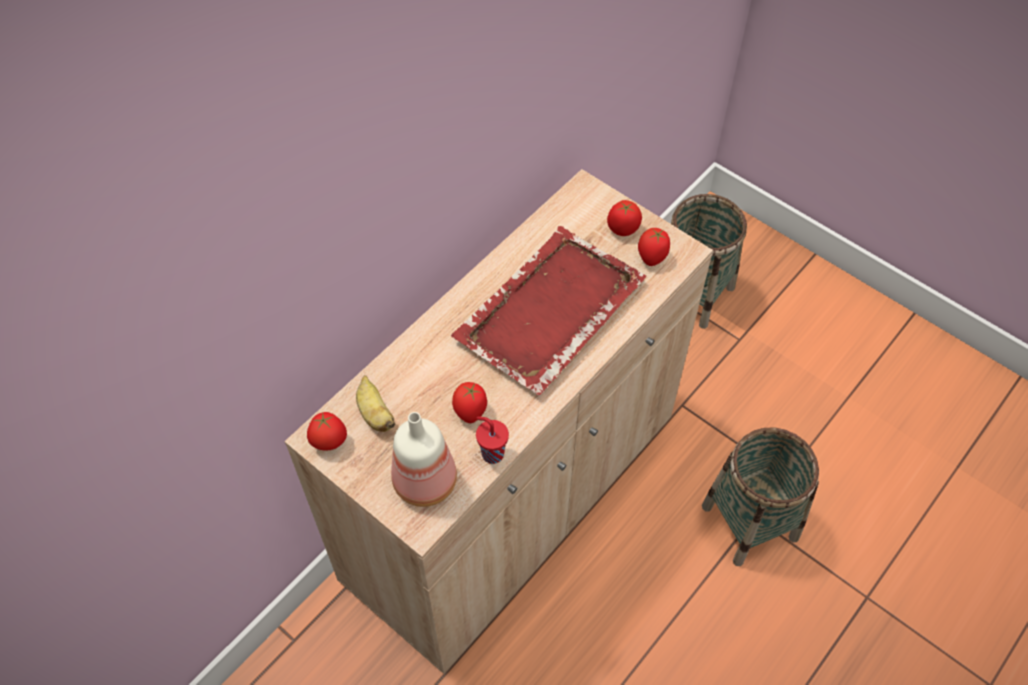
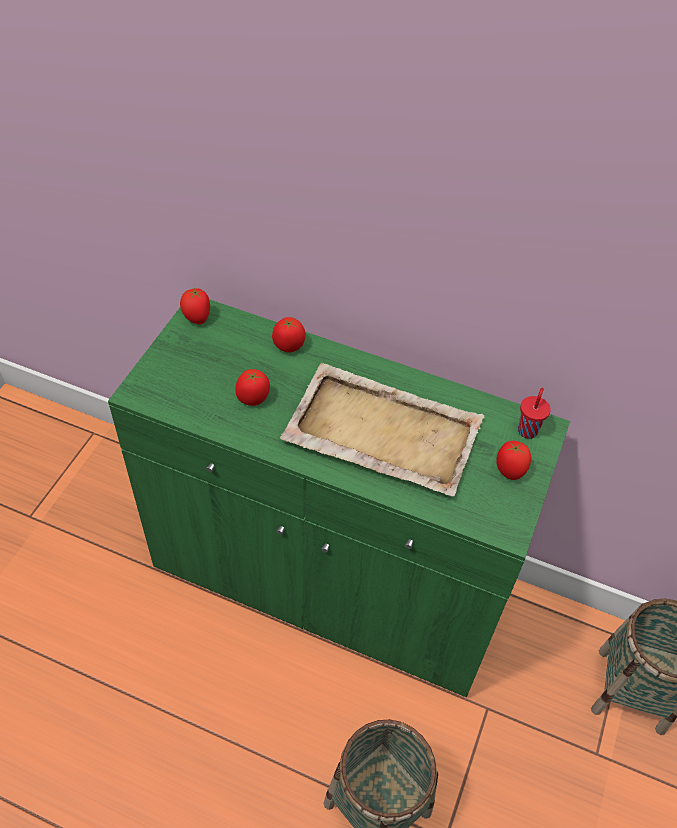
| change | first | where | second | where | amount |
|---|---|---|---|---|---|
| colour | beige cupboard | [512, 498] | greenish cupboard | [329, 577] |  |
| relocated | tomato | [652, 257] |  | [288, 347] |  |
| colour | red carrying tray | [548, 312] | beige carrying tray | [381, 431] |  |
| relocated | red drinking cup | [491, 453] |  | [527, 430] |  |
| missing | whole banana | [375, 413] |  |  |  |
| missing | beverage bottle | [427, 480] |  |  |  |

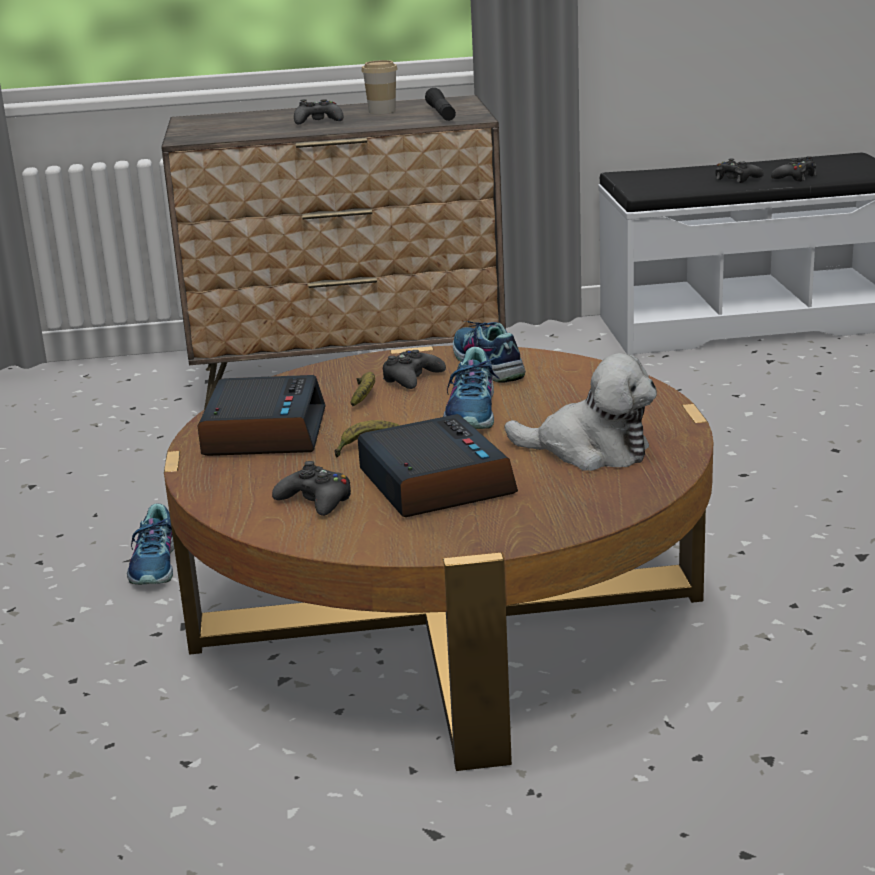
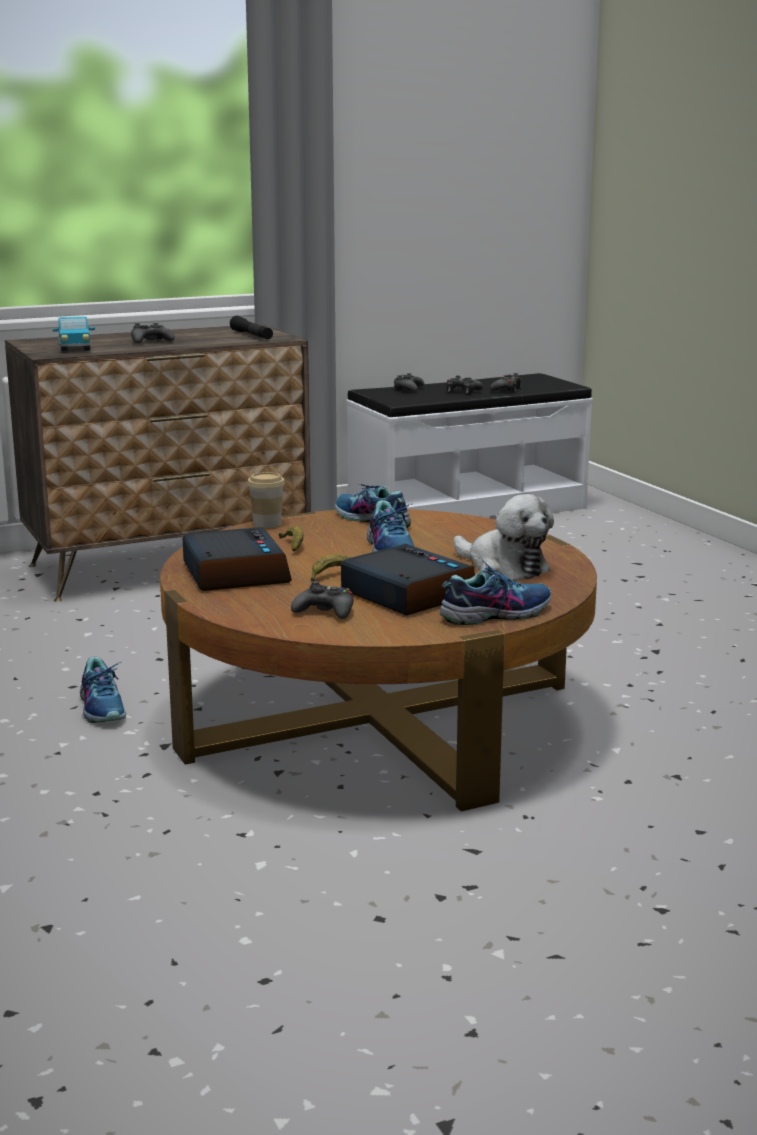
| change | first | where | second | where | amount |
|---|---|---|---|---|---|
| appeared |  |  | toy truck | [74, 348] |  |
| relocated | drinking cup | [382, 111] |  | [267, 524] |  |
| relocated | blackish joypad | [412, 378] |  | [408, 389] |  |
| appeared |  |  | low shoe | [495, 613] |  |
| spun | plush toy | [590, 451] |  | [504, 567] | 45 degrees clockwise |

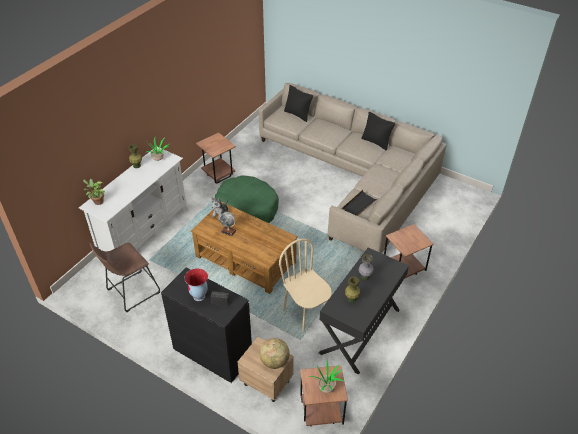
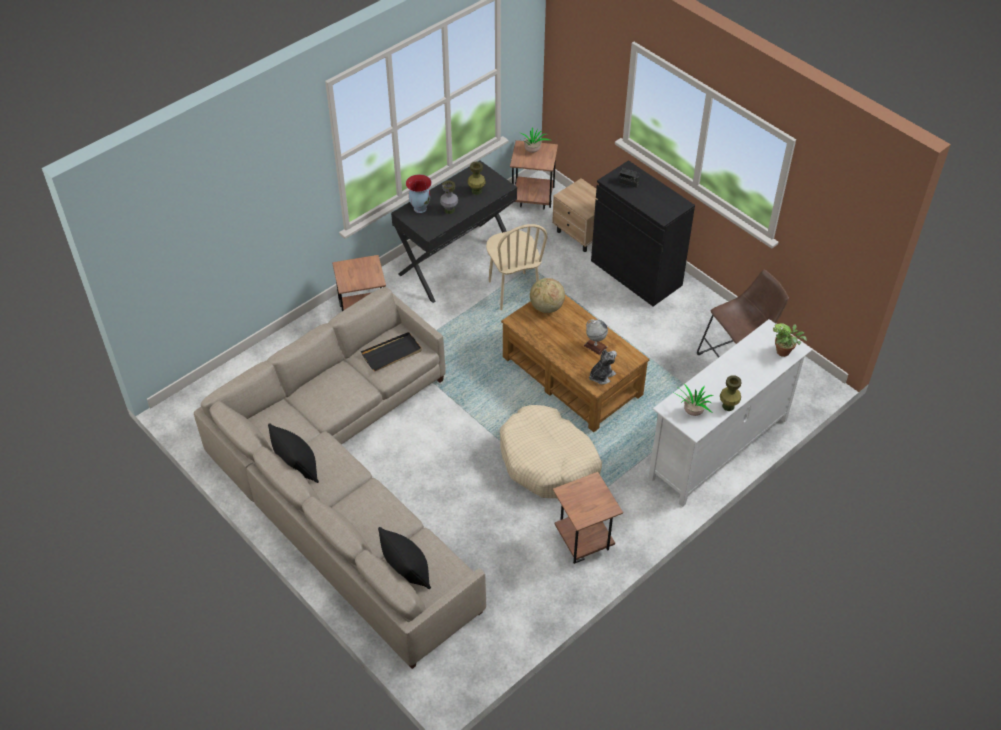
| change | first | where | second | where | amount |
|---|---|---|---|---|---|
| relocated | flower vase | [199, 296] |  | [420, 208] |  |
| colour | greenish pet bed | [247, 208] | beige pet bed | [548, 461] |  |
| relocated | desk globe | [274, 361] |  | [546, 307] |  |

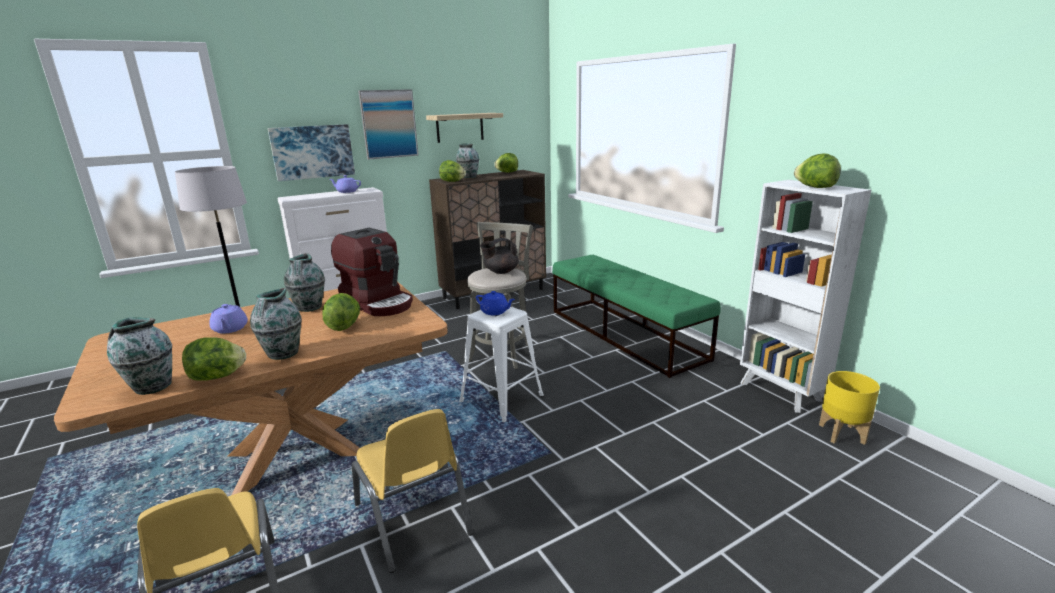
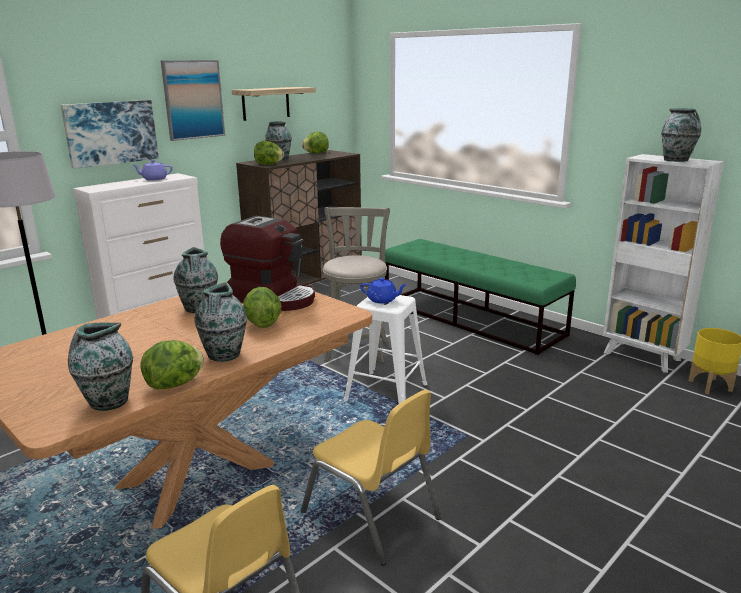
| change | first | where | second | where | amount |
|---|---|---|---|---|---|
| exchanged | lettuce | [815, 187] | flower vase | [676, 160] |  |
| missing | purplish teapot | [230, 329] |  |  |  |
| missing | blackish teapot | [500, 272] |  |  |  |

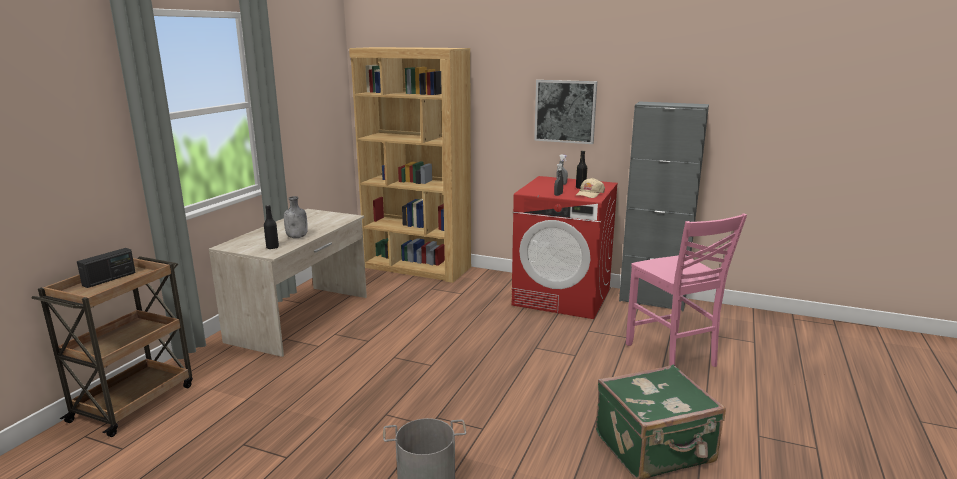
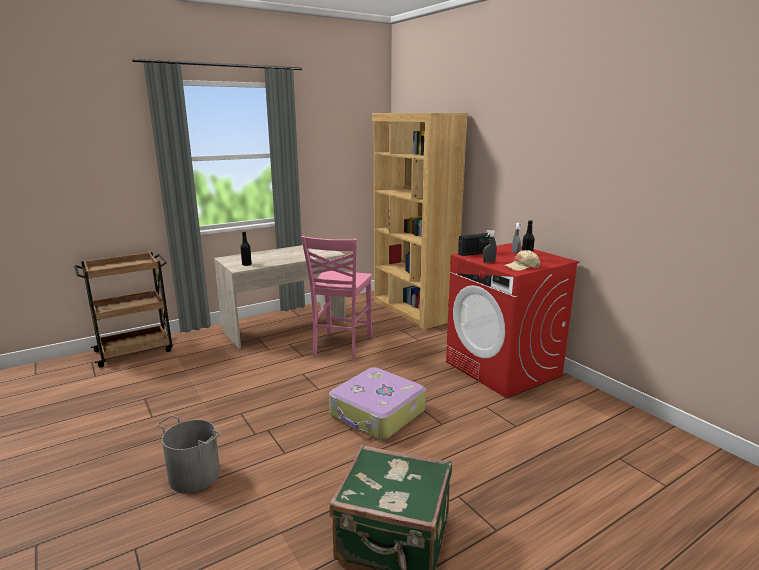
| change | first | where | second | where | amount |
|---|---|---|---|---|---|
| relocated | pink plain chair | [672, 355] |  | [341, 347] |  |
| appeared |  |  | travel case | [377, 414] |  |
| relocated | radio receiver | [109, 279] |  | [475, 253] |  |
| missing | grey beverage bottle | [297, 237] |  |  |  |
| missing | wall picture | [565, 111] |  |  |  |
| missing | grey cupboard | [652, 301] |  |  |  |

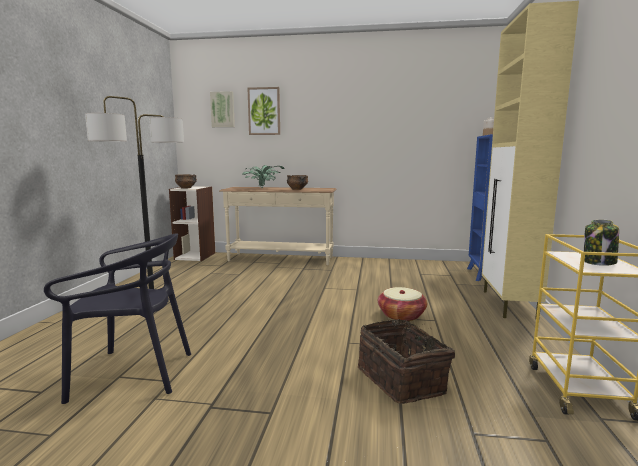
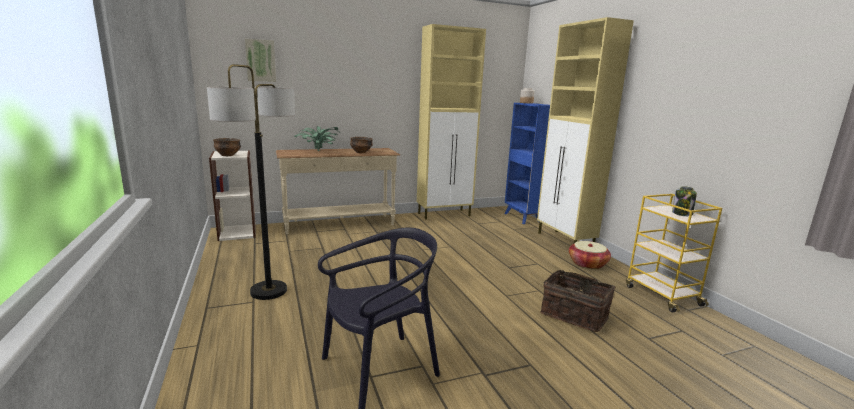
| change | first | where | second | where | amount |
|---|---|---|---|---|---|
| appeared |  |  | beige cupboard | [445, 214] |  |
| relocated | basket | [401, 315] |  | [587, 264] |  |
| missing | wall picture | [264, 111] |  |  |  |

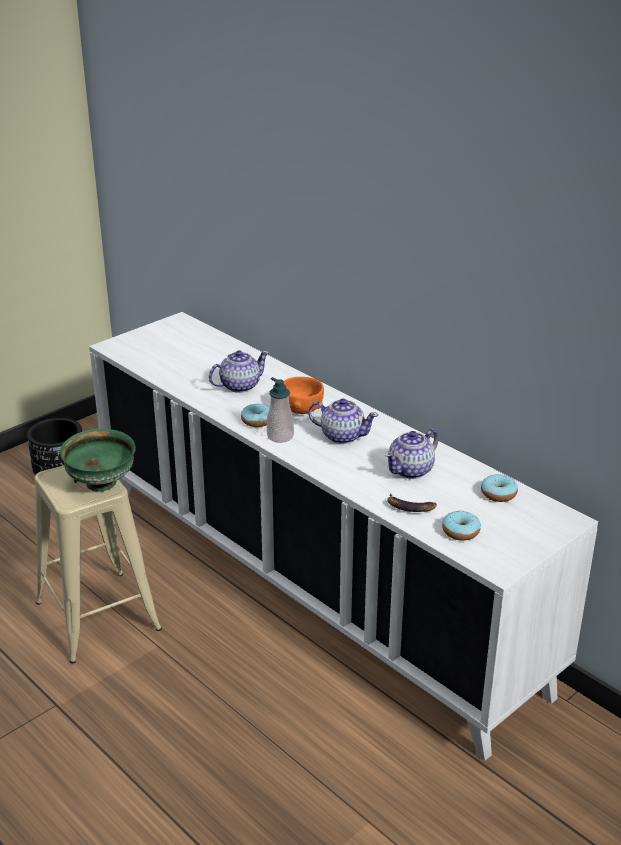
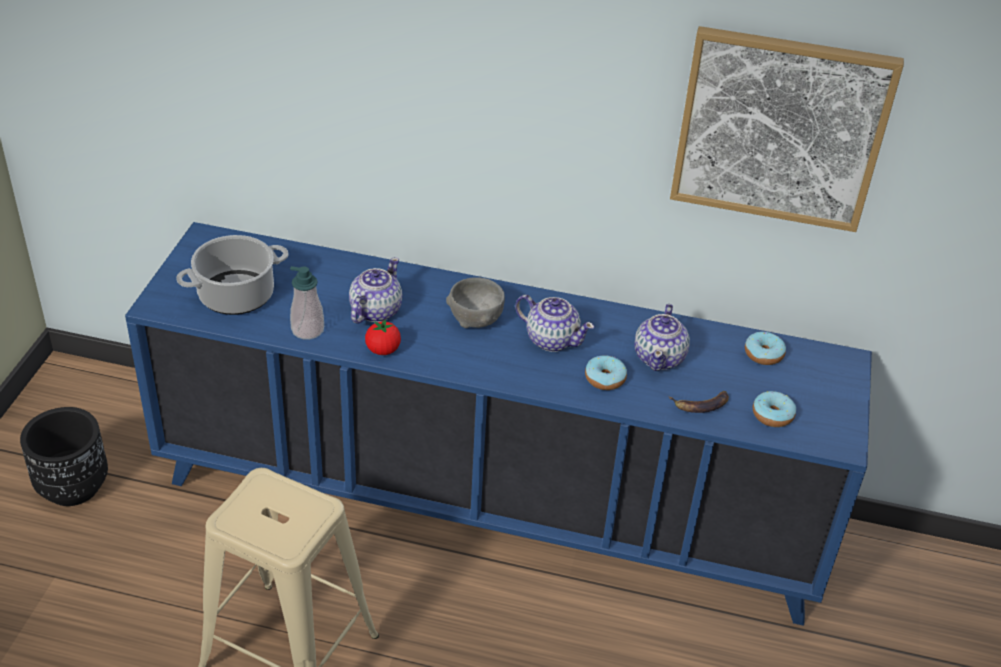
| change | first | where | second | where | amount |
|---|---|---|---|---|---|
| colour | whitish cupboard | [310, 584] | blue cupboard | [489, 504] |  |
| appeared |  |  | saucepot | [237, 295] |  |
| relocated | soap dispenser | [280, 436] |  | [307, 330] |  |
| appeared |  |  | tomato | [383, 350] |  |
| colour | orangey serving bowl | [301, 409] | grey serving bowl | [475, 319] |  |
| spun | teapot | [342, 436] |  | [551, 339] | 45 degrees clockwise |
| relocated | ring doughnut | [257, 421] |  | [605, 379] |  |
| appeared |  |  | wall picture | [780, 129] |  |
| missing | greenish serving bowl | [102, 484] |  |  |  |

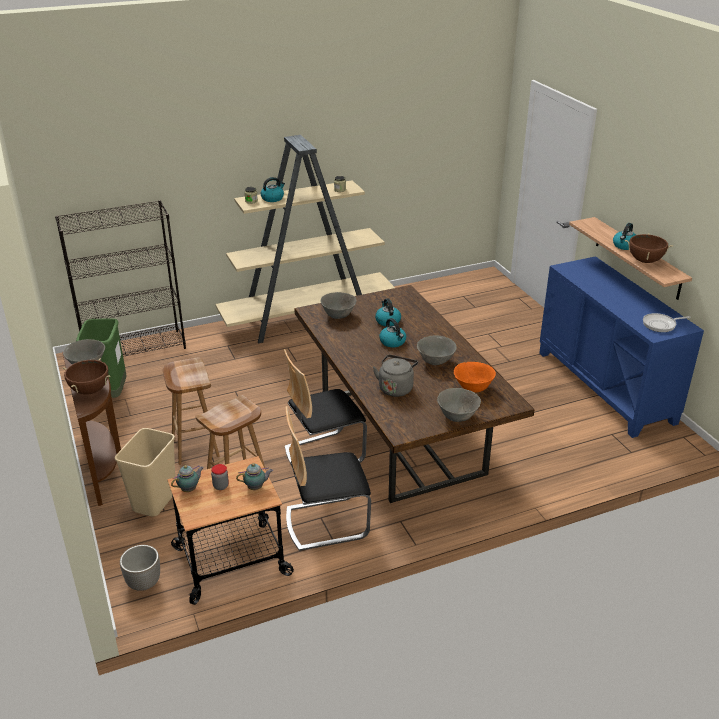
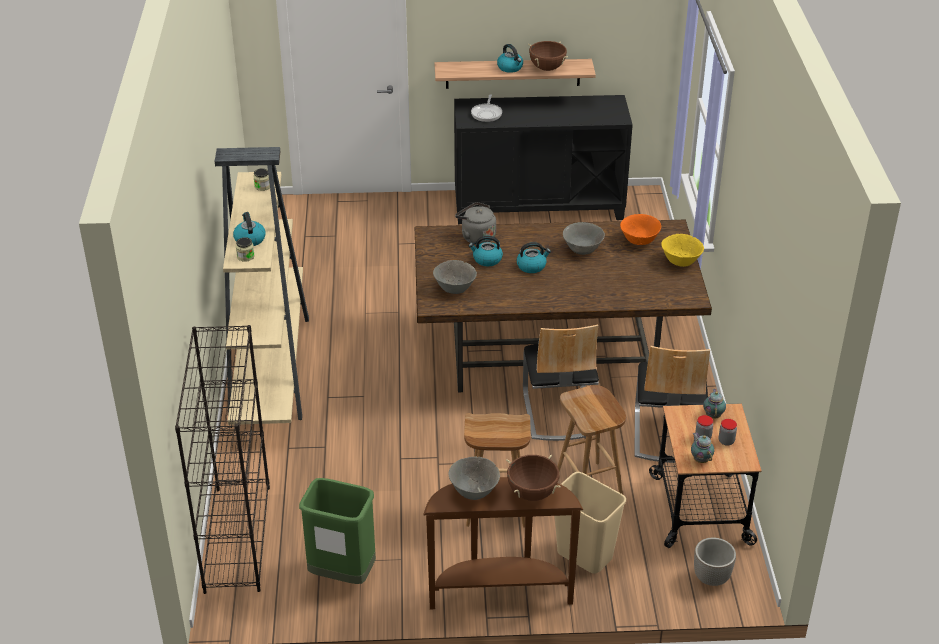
| change | first | where | second | where | amount |
|---|---|---|---|---|---|
| colour | blue cupboard | [605, 386] | blackish cupboard | [538, 206] |  |
| relocated | grey tea kettle | [396, 388] |  | [476, 237] |  |
| relocated | pan | [661, 325] |  | [487, 113] |  |
| colour | grey serving bowl | [457, 416] | yellow-coloured serving bowl | [680, 262] |  |
| appeared |  |  | jar | [726, 441] |  |

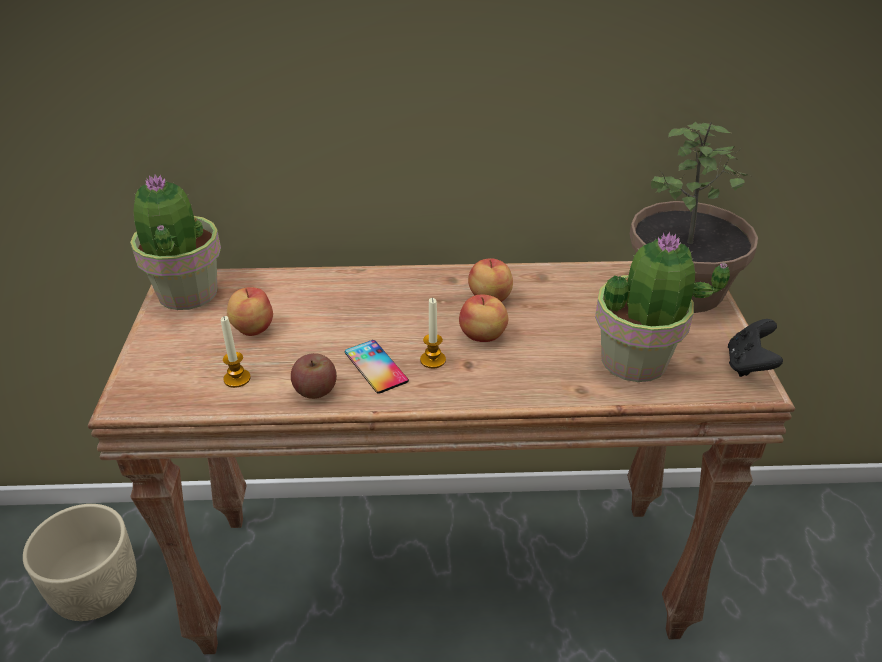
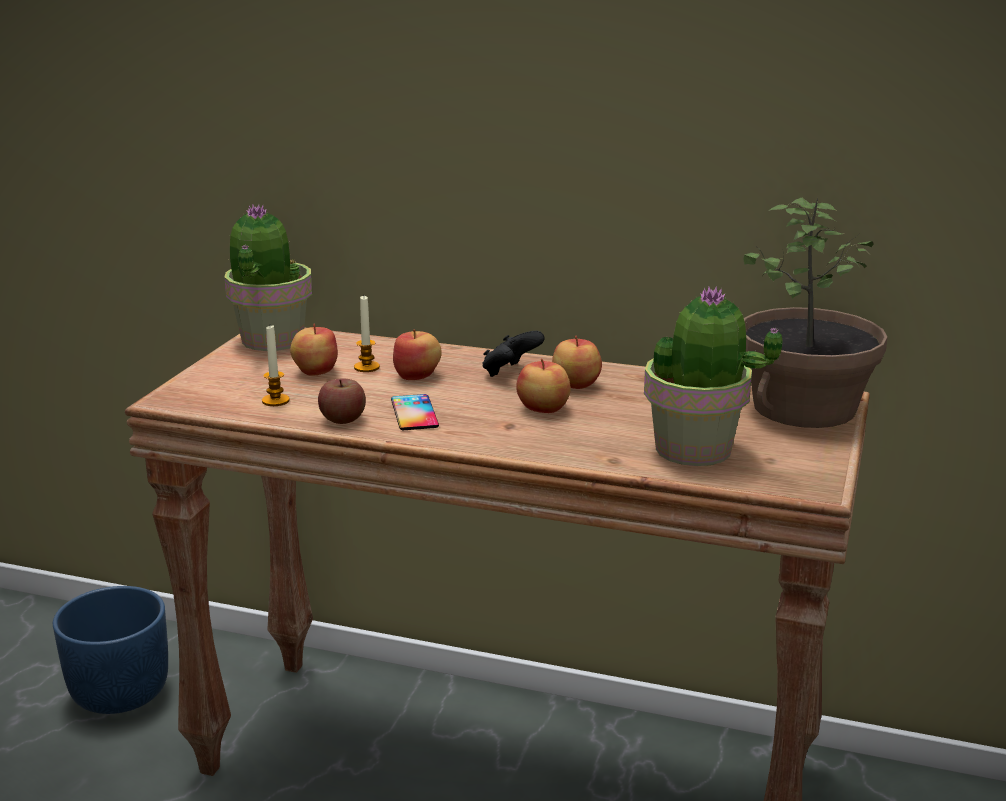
| change | first | where | second | where | amount |
|---|---|---|---|---|---|
| colour | beige plant pot | [97, 590] | blue plant pot | [121, 692] |  |
| relocated | candle | [433, 360] |  | [366, 367] |  |
| appeared |  |  | apple | [417, 376] |  |
| relocated | blackish joypad | [748, 365] |  | [510, 372] |  |

